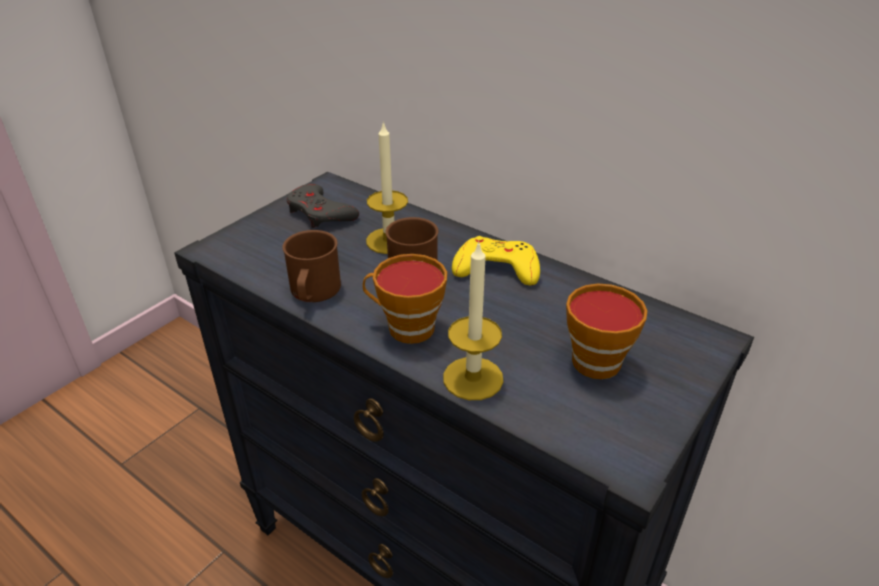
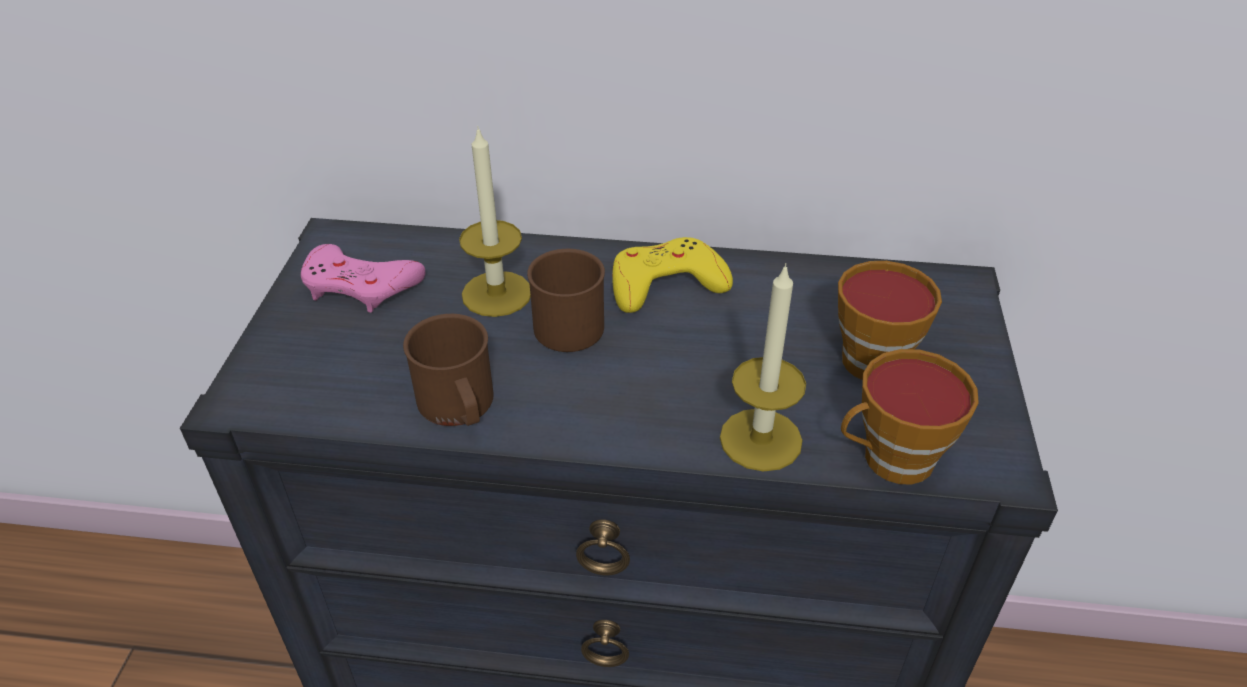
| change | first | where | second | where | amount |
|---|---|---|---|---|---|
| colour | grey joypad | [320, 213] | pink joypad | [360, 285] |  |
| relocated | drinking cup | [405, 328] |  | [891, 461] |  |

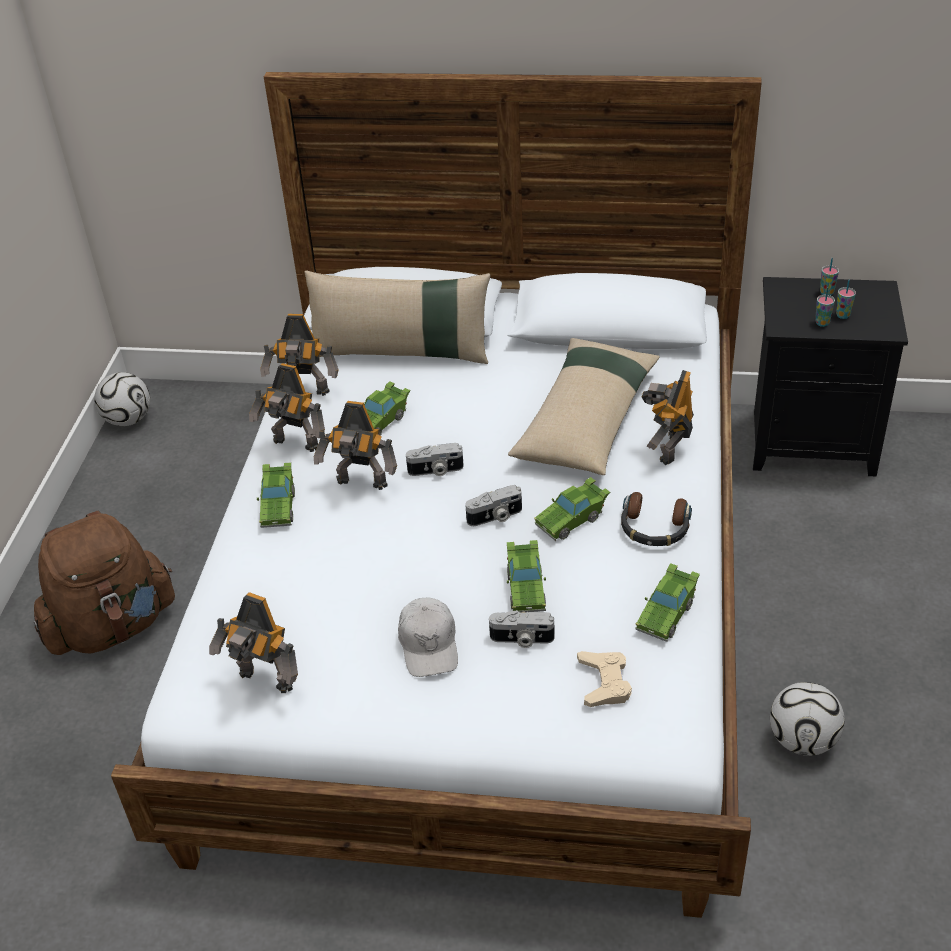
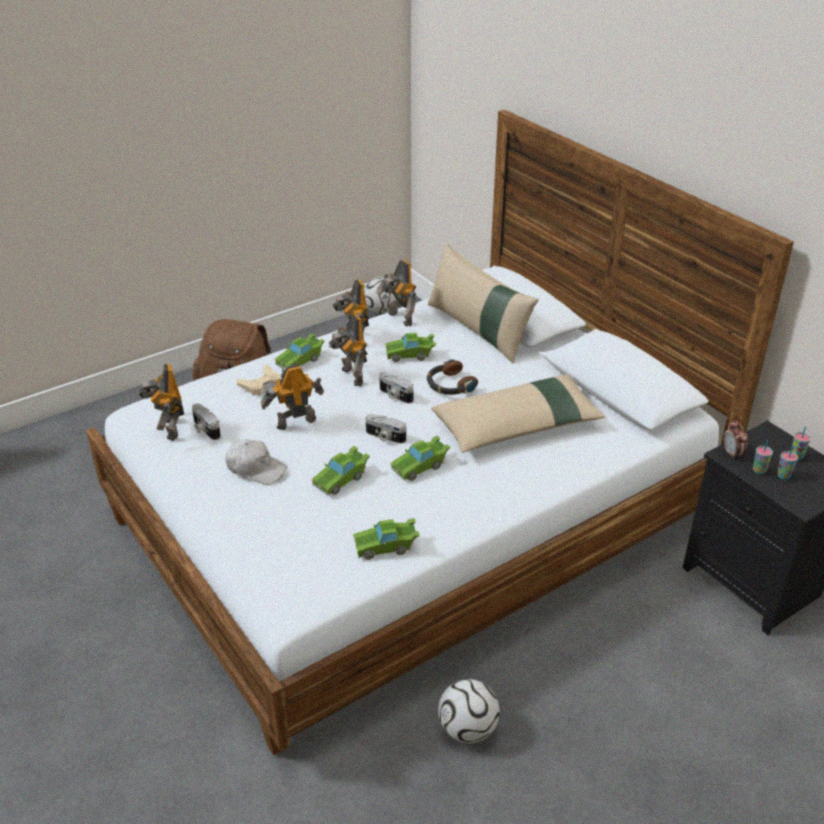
| change | first | where | second | where | amount |
|---|---|---|---|---|---|
| relocated | still camera | [521, 639] |  | [205, 429] |  |
| spun | whitish baseball cap | [429, 644] |  | [256, 468] | 105 degrees counterclockwise |
| relocated | beige joypad | [604, 682] |  | [261, 384] |  |
| relocated | toy robot | [667, 448] |  | [295, 422] |  |
| spun | greenish toy car | [572, 519] |  | [420, 467] | 45 degrees counterclockwise |
| relocated | headset | [654, 528] |  | [449, 385] |  |
| appeared |  |  | bedside clock | [732, 454] |  |

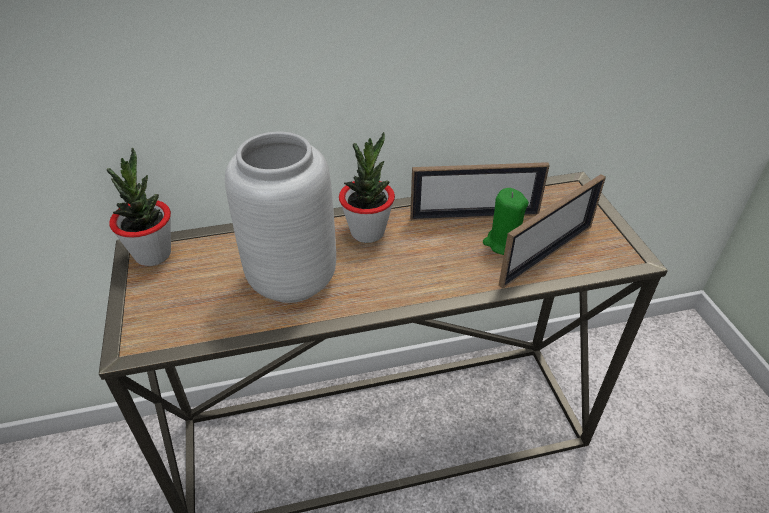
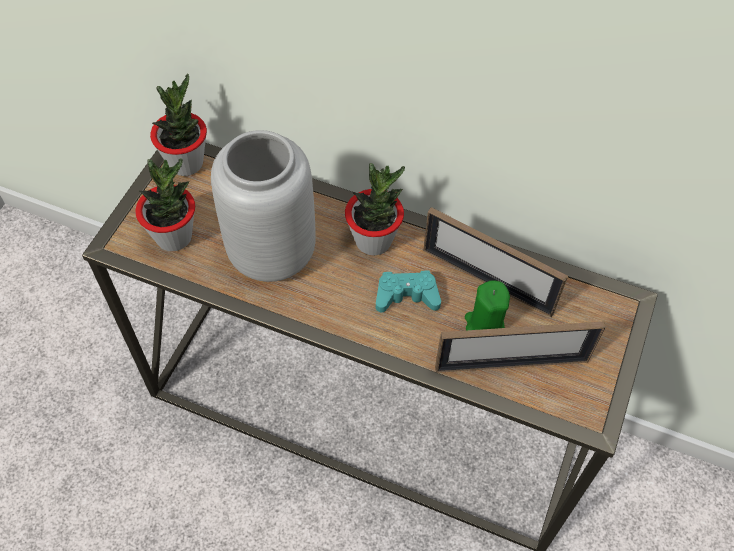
| change | first | where | second | where | amount |
|---|---|---|---|---|---|
| appeared |  |  | potted plant | [174, 237] |  |
| appeared |  |  | turquoise-coloured joypad | [406, 296] |  |

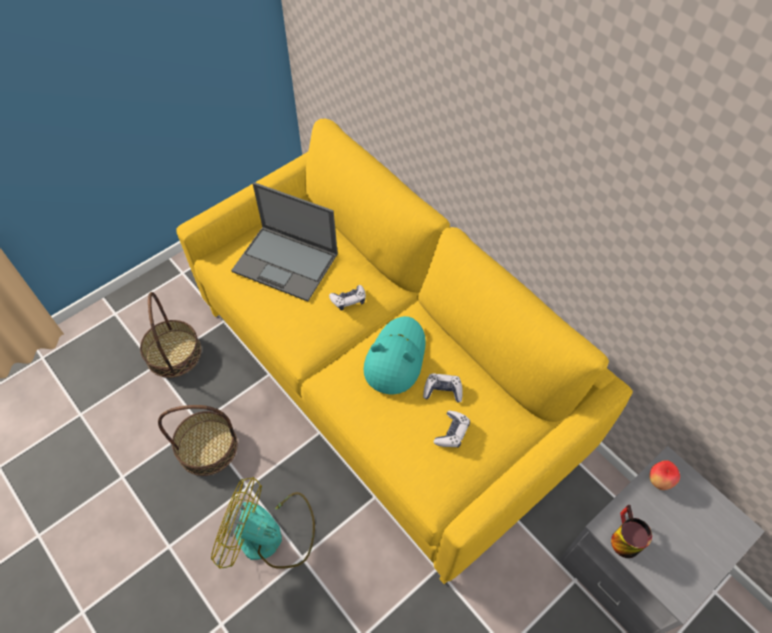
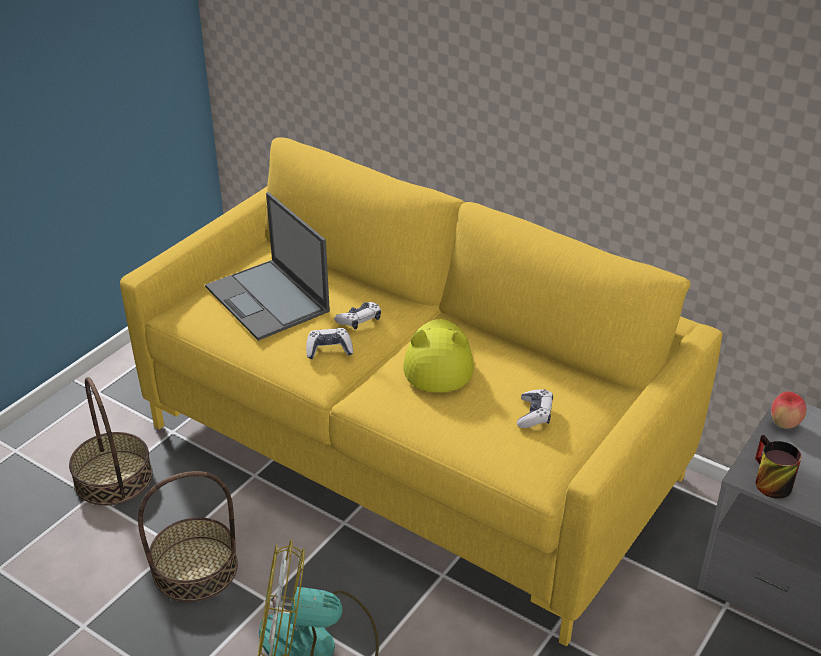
| change | first | where | second | where | amount |
|---|---|---|---|---|---|
| spun | notebook computer | [286, 263] |  | [268, 300] | 45 degrees clockwise |
| relocated | joypad | [443, 391] |  | [329, 349] |  |
| colour | turquoise-coloured clothing hat | [395, 357] | yellow-coloured clothing hat | [438, 361] |  |

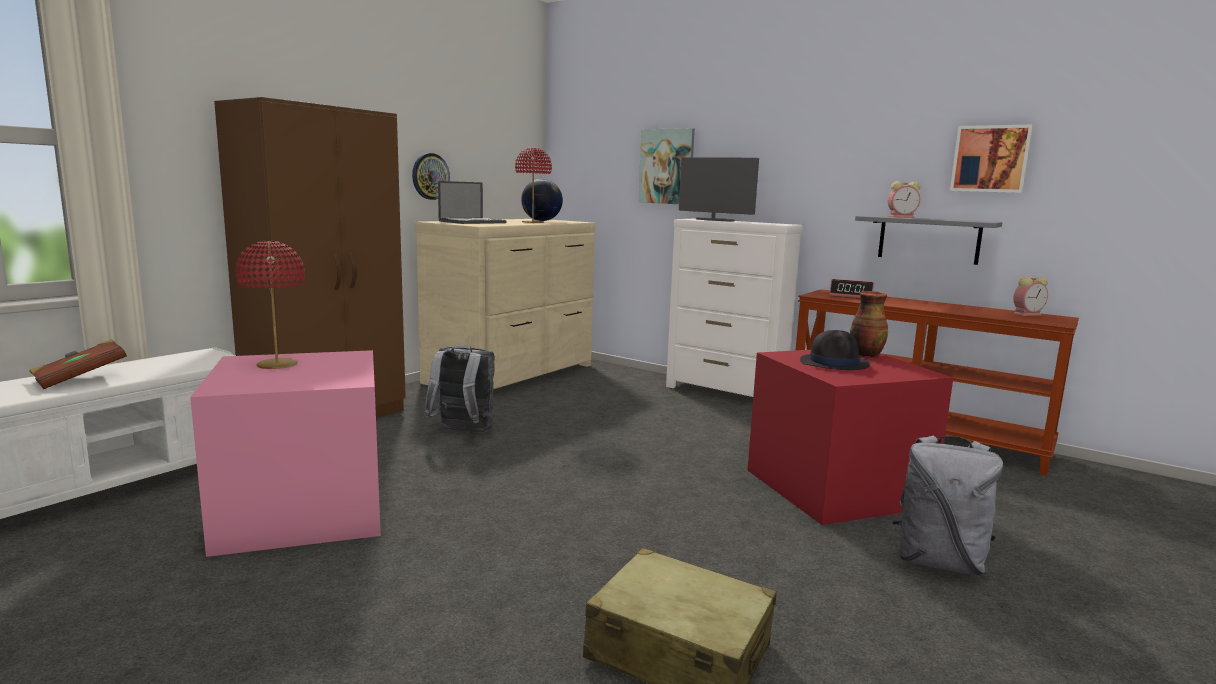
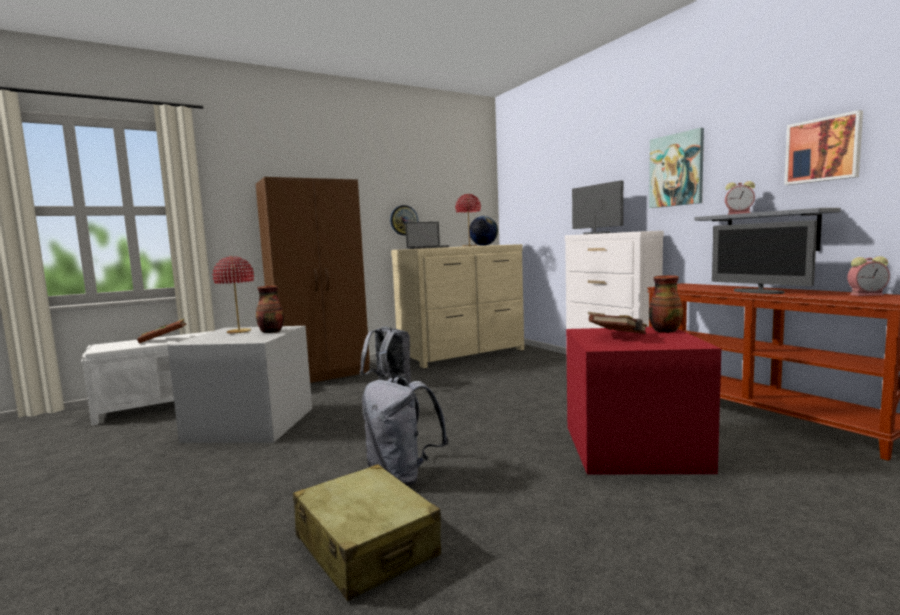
| change | first | where | second | where | amount |
|---|---|---|---|---|---|
| colour | pink storage bin | [300, 510] | grey storage bin | [250, 423] |  |
| appeared |  |  | flower vase | [271, 332] |  |
| relocated | grey knapsack | [938, 562] |  | [403, 474] |  |
| exchanged | blackish clothing hat | [834, 363] | brown book | [620, 336] |  |
| relocated | wall picture | [667, 166] |  | [676, 170] |  |
| appeared |  |  | computer display | [758, 292] |  |
| missing | bedside clock | [851, 296] |  |  |  |

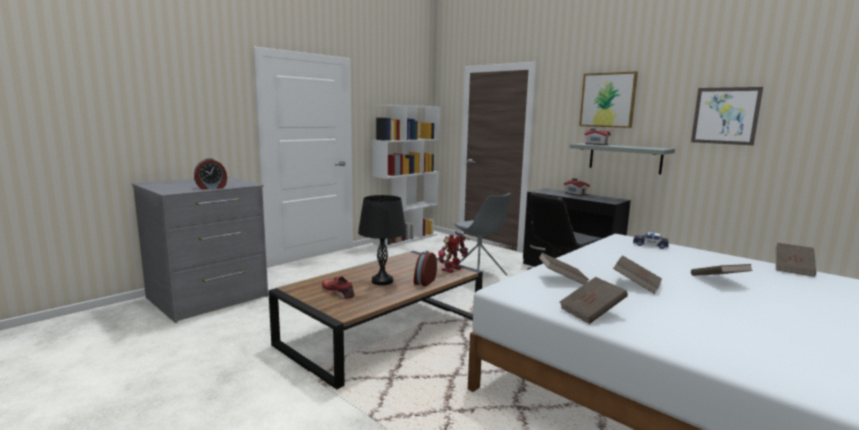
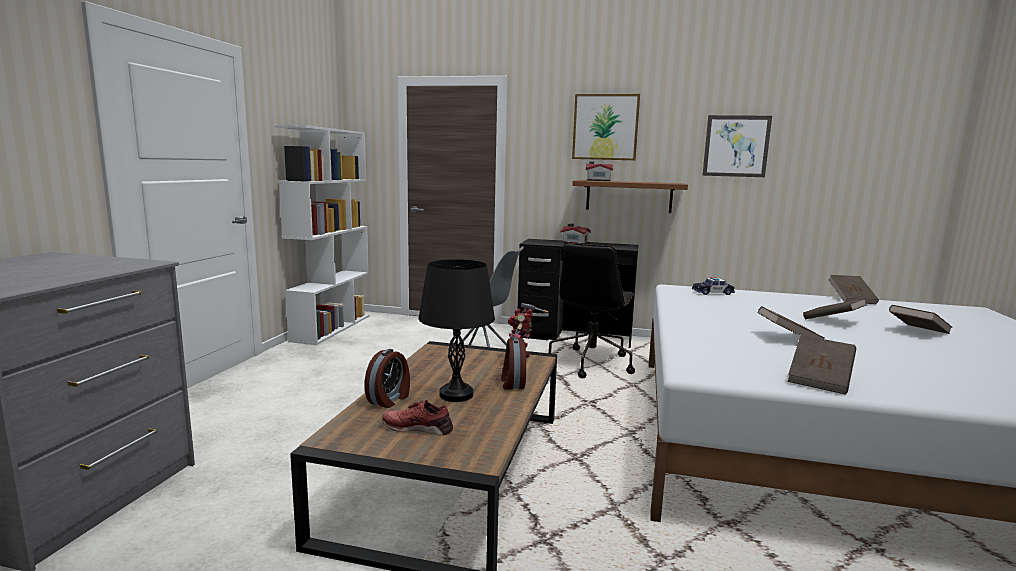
| change | first | where | second | where | amount |
|---|---|---|---|---|---|
| relocated | bedside clock | [211, 188] |  | [389, 399] |  |
| colour | grey wall shelf | [625, 158] | brown wall shelf | [629, 196] |  |
| relocated | brown book | [562, 279] |  | [917, 332] |  |

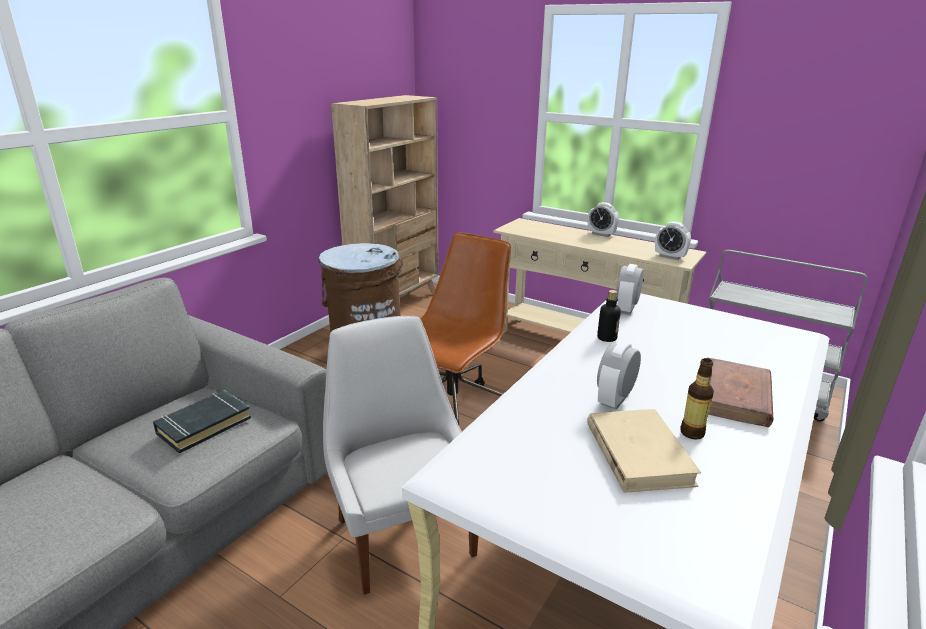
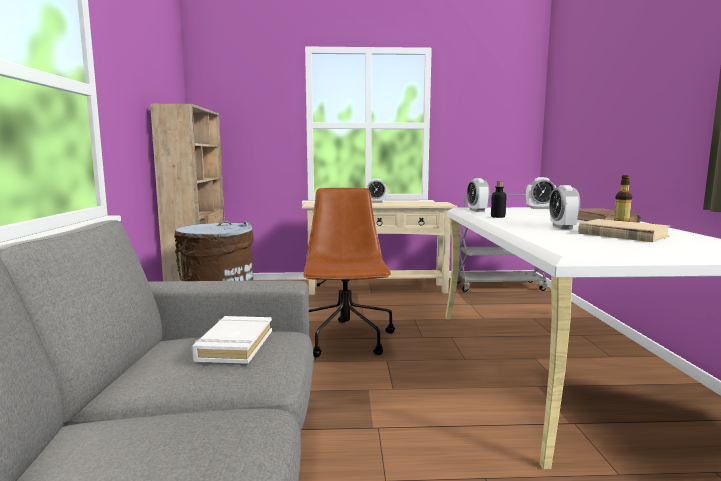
| change | first | where | second | where | amount |
|---|---|---|---|---|---|
| colour | blackish book | [204, 425] | whitish book | [234, 345] |  |
| relocated | bedside clock | [670, 257] |  | [540, 208] |  |
| missing | whitish plain chair | [403, 533] |  |  |  |

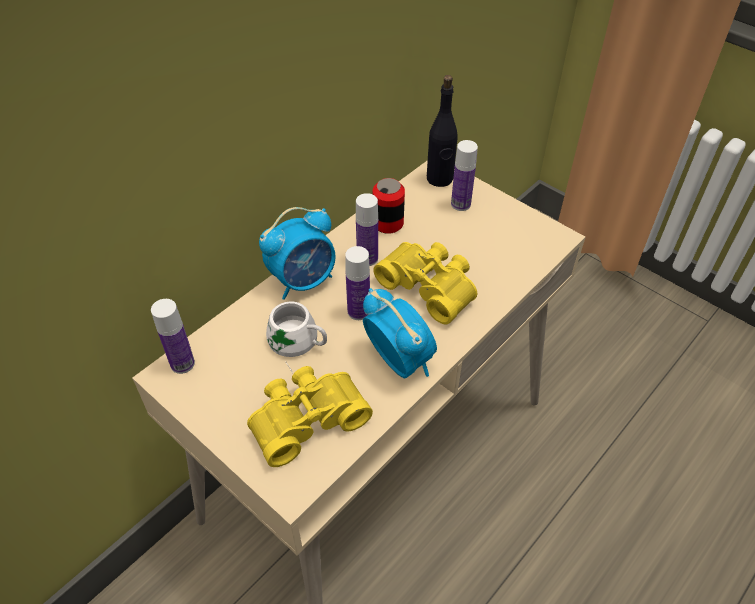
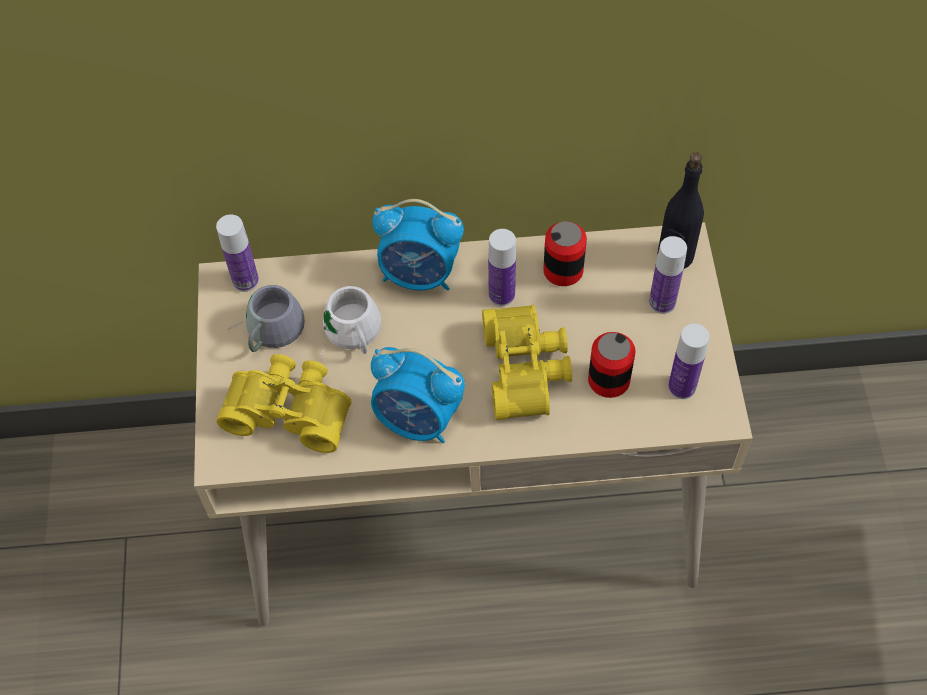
| change | first | where | second | where | amount |
|---|---|---|---|---|---|
| appeared |  |  | grey coffee mug | [266, 329] |  |
| spun | bedside clock | [399, 361] |  | [418, 420] | 105 degrees clockwise |
| appeared |  |  | metal can | [608, 380] |  |
| relocated | beverage bottle | [358, 311] |  | [682, 387] |  |

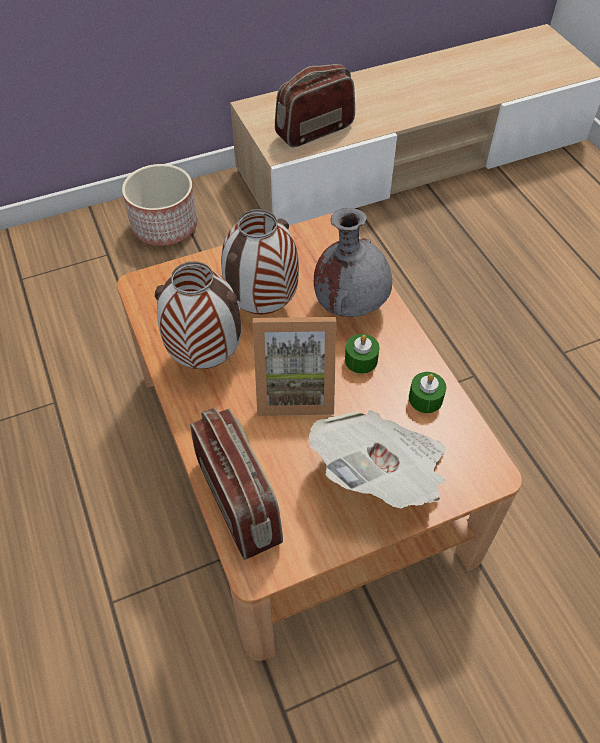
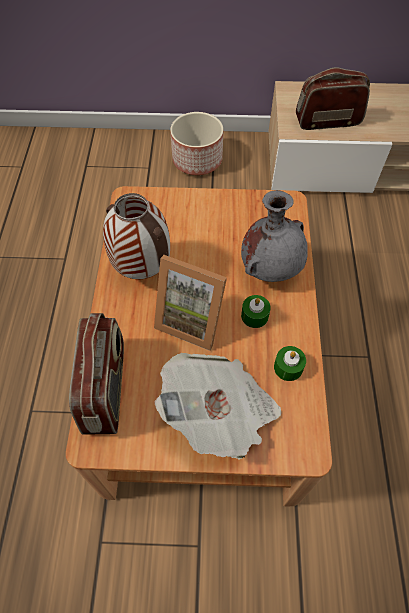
| change | first | where | second | where | amount |
|---|---|---|---|---|---|
| missing | flower vase | [262, 308] |  |  |  |

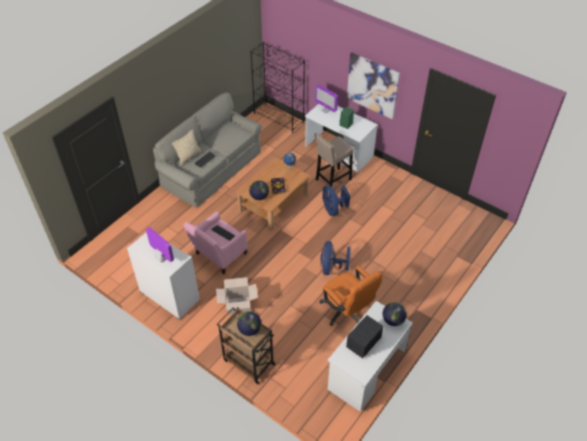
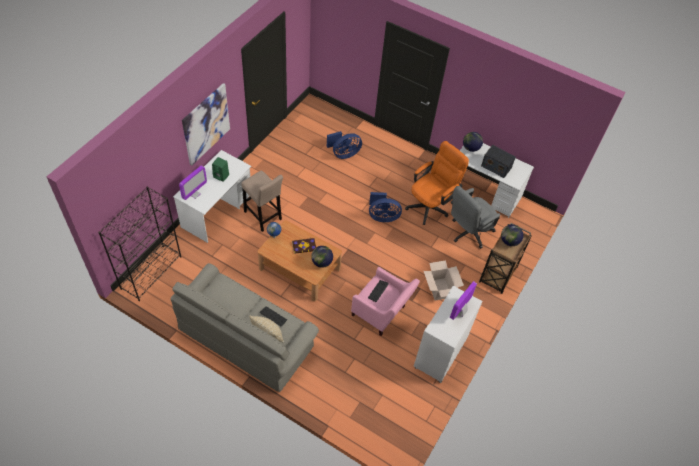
| change | first | where | second | where | amount |
|---|---|---|---|---|---|
| relocated | blue electric fan | [333, 209] |  | [344, 154] |  |
| appeared |  |  | grey office chair | [468, 233] |  |

